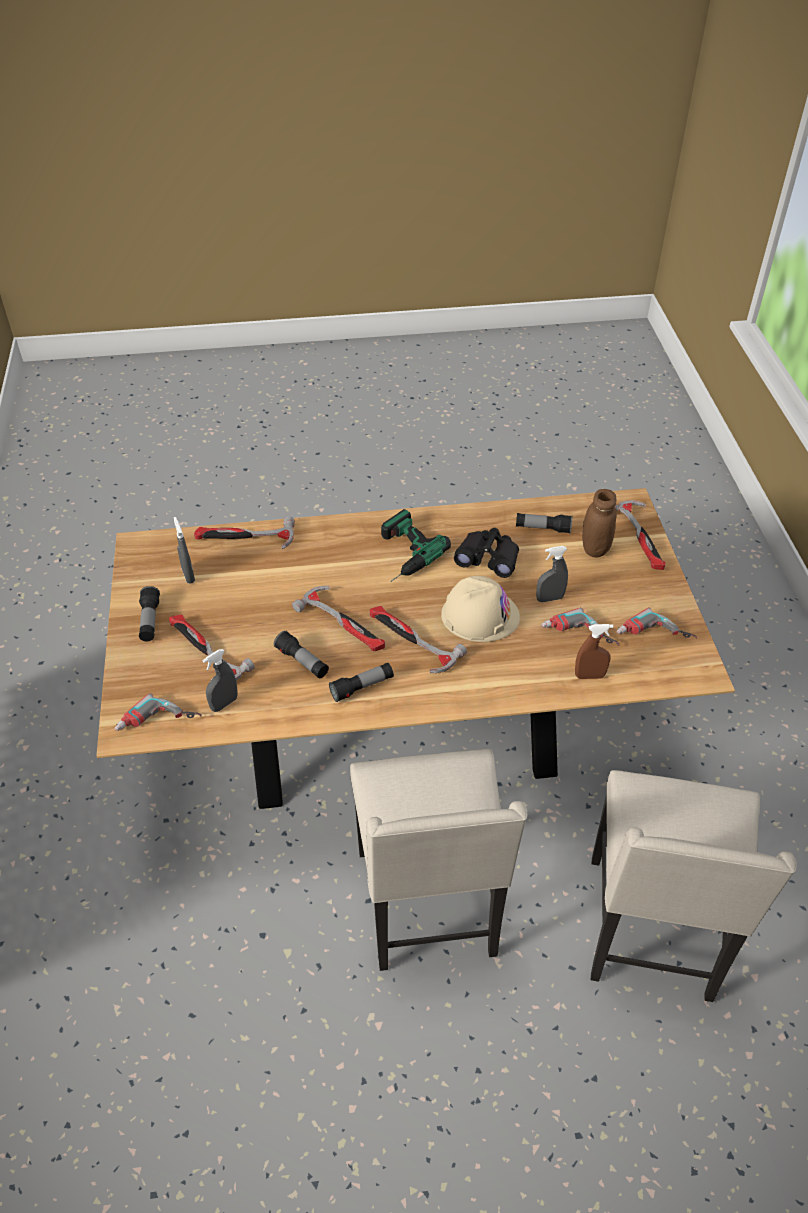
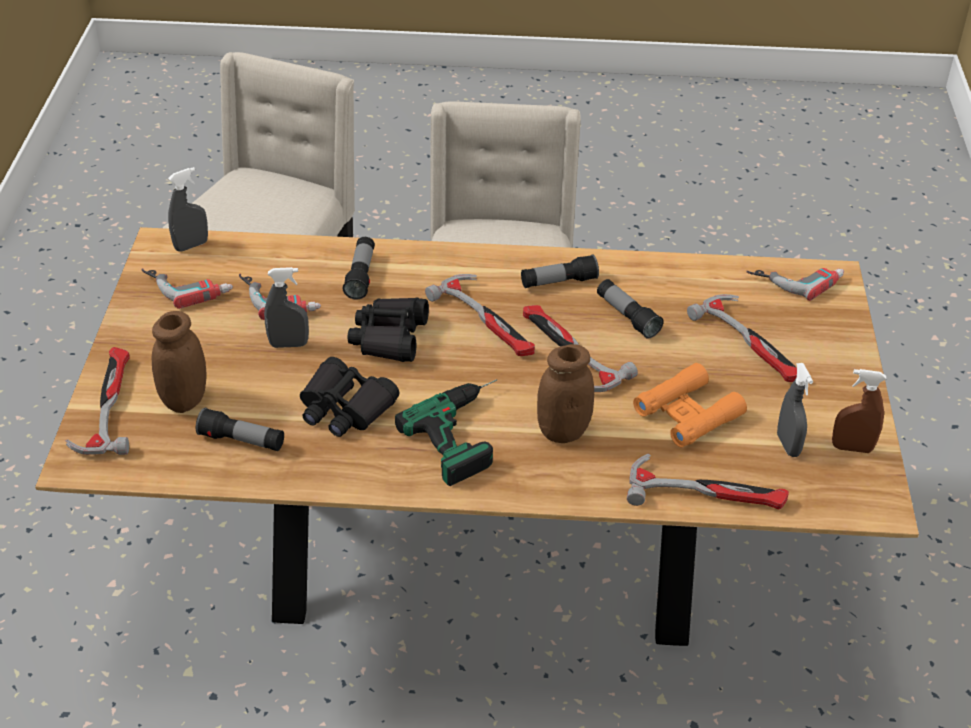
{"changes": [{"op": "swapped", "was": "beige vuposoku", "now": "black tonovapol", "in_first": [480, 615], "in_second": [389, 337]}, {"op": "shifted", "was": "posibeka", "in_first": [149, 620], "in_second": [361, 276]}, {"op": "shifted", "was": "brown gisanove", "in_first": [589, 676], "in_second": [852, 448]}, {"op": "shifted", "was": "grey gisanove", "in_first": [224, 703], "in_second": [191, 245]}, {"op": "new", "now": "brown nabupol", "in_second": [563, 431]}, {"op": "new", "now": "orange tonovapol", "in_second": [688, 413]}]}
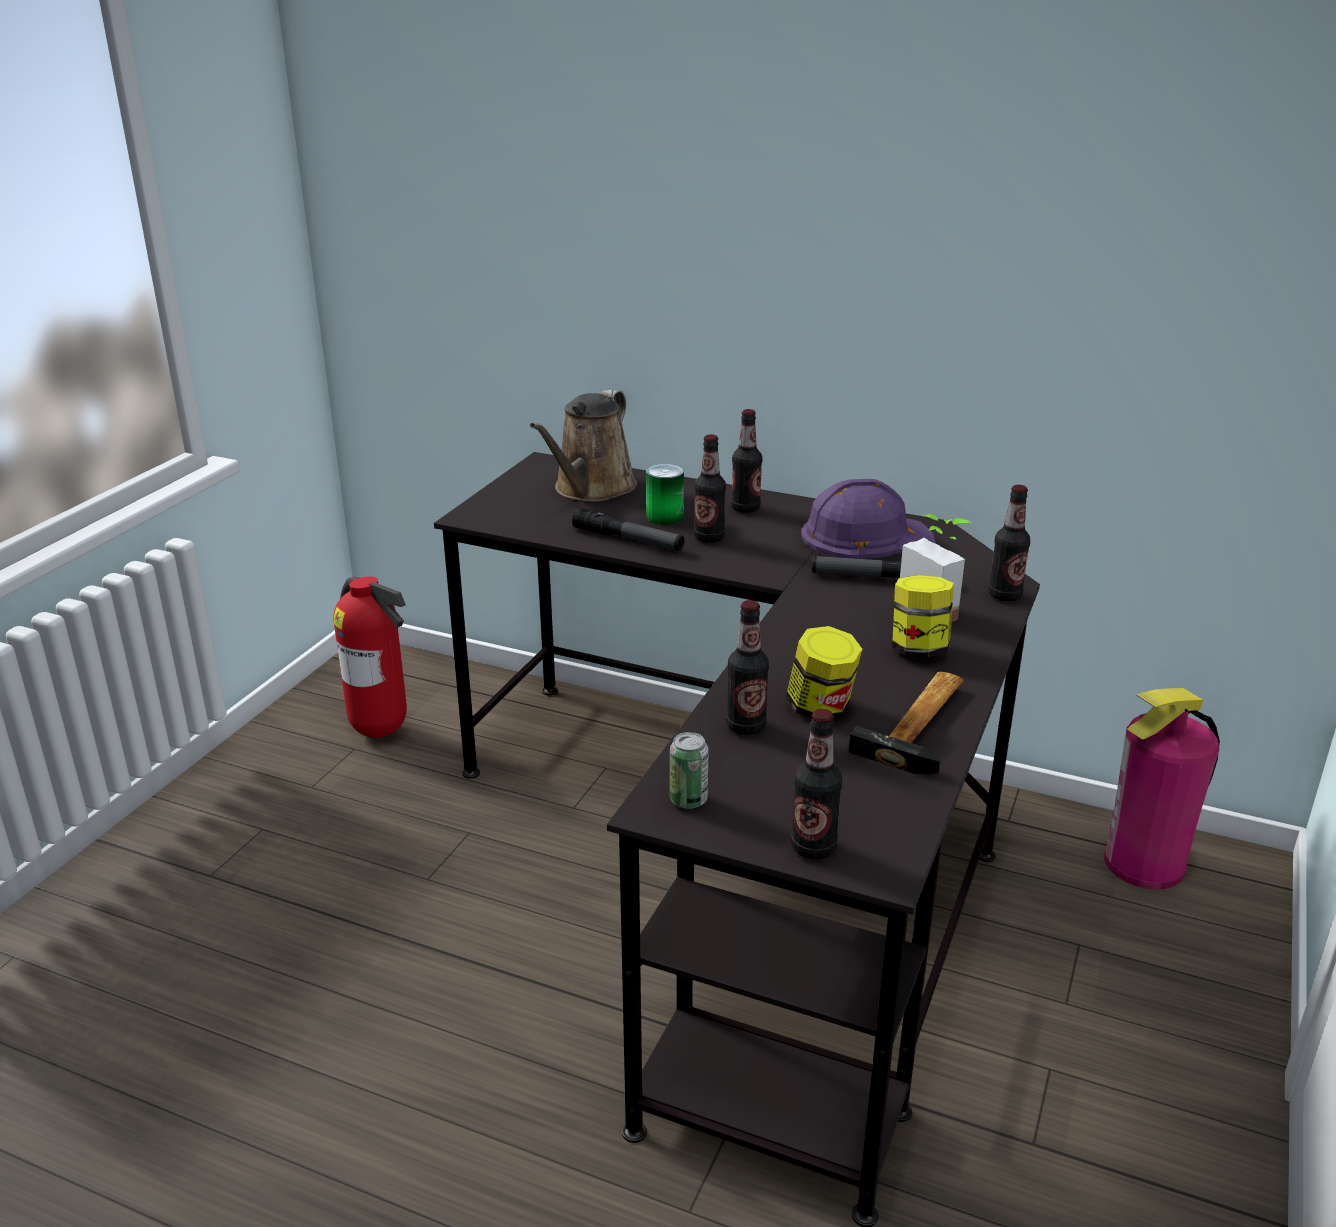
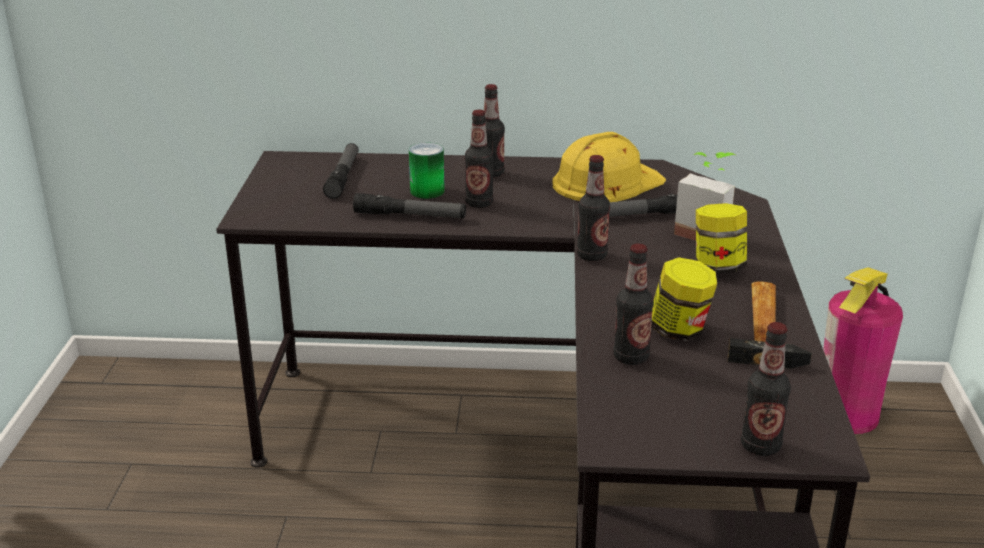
{"changes": [{"op": "swapped", "was": "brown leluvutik", "now": "posibeka", "in_first": [591, 489], "in_second": [343, 177]}, {"op": "repainted", "was": "purple vuposoku", "now": "yellow vuposoku", "in_first": [865, 536], "in_second": [606, 182]}, {"op": "shifted", "was": "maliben", "in_first": [1004, 595], "in_second": [591, 256]}, {"op": "gone", "was": "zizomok", "in_first": [381, 732]}, {"op": "gone", "was": "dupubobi", "in_first": [688, 800]}]}
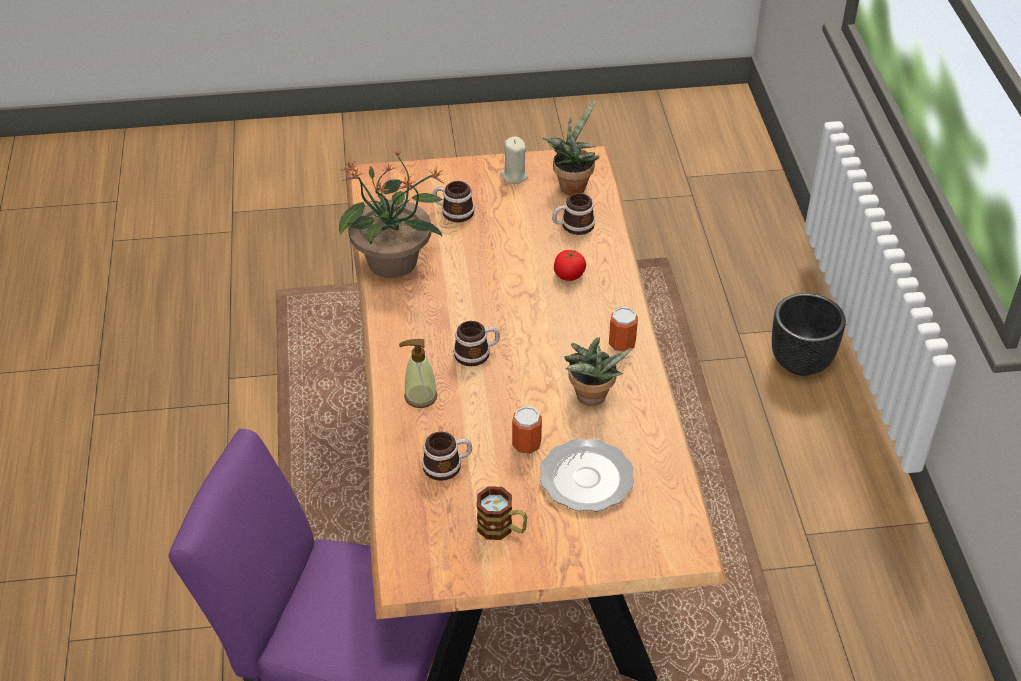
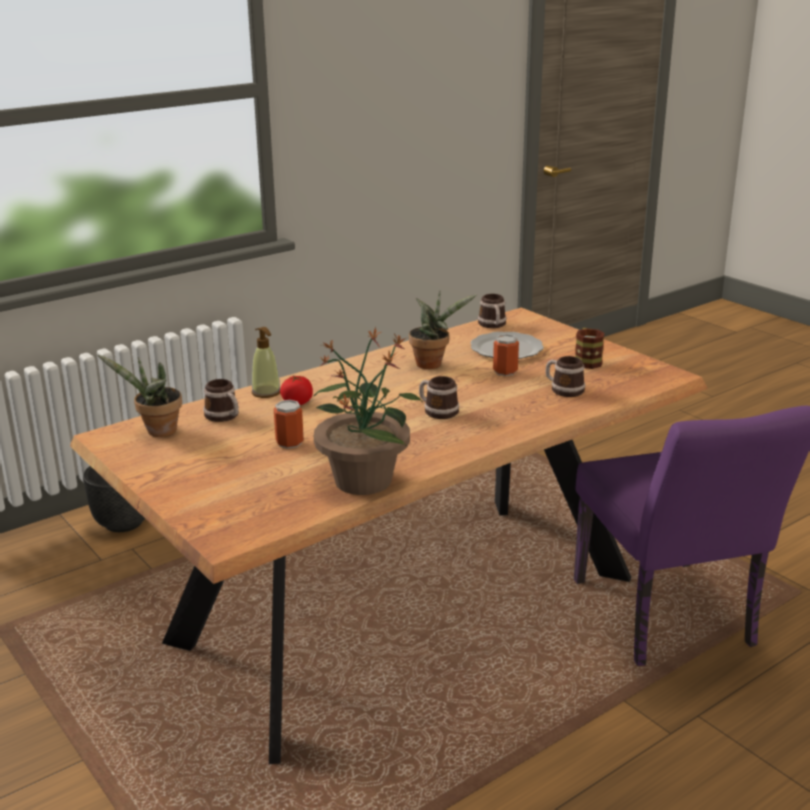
{"changes": [{"op": "gone", "was": "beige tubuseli", "in_first": [514, 176]}, {"op": "shifted", "was": "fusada", "in_first": [453, 212], "in_second": [493, 325]}, {"op": "shifted", "was": "dupubobi", "in_first": [622, 344], "in_second": [289, 442]}, {"op": "shifted", "was": "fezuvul", "in_first": [420, 396], "in_second": [266, 392]}]}
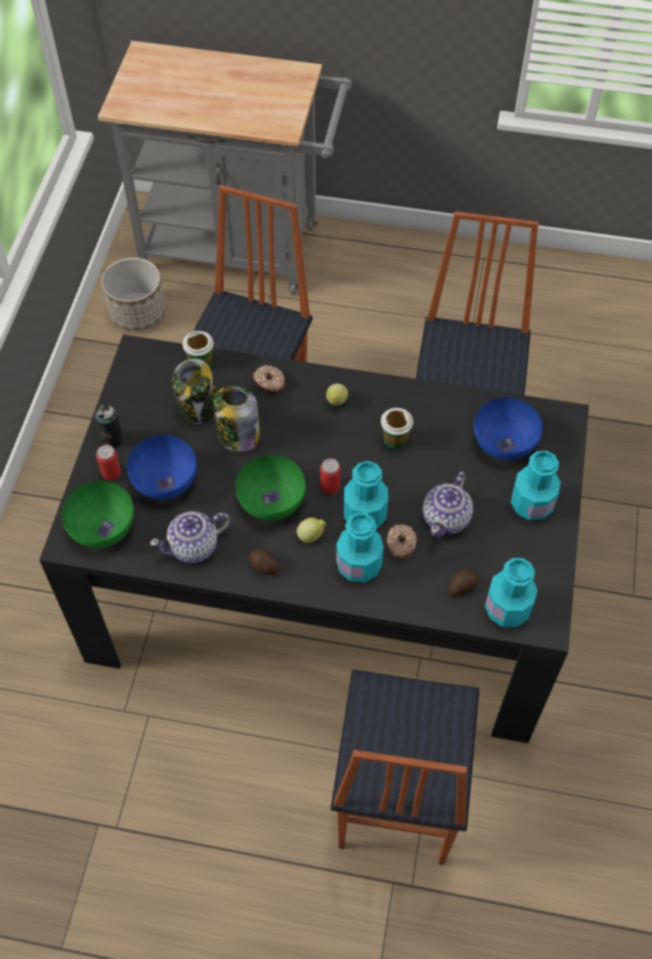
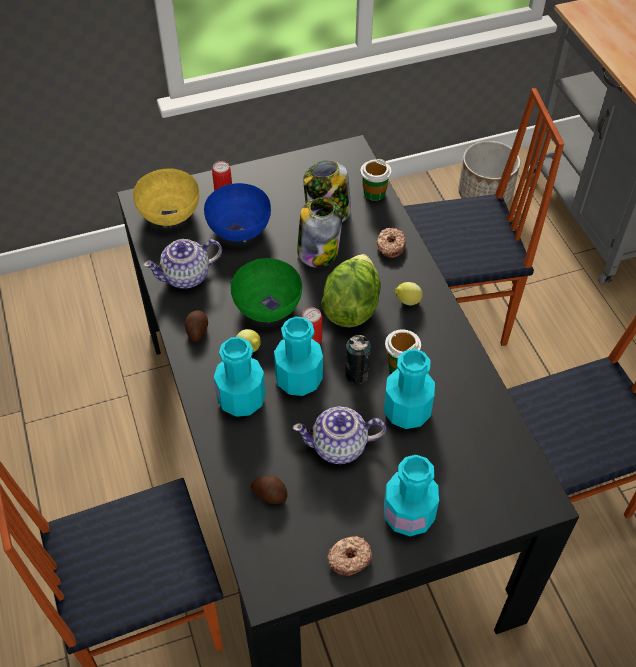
{"changes": [{"op": "gone", "was": "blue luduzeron", "in_first": [505, 441]}, {"op": "shifted", "was": "dupubobi", "in_first": [113, 439], "in_second": [357, 374]}, {"op": "repainted", "was": "green luduzeron", "now": "yellow luduzeron", "in_first": [102, 526], "in_second": [170, 212]}, {"op": "rotated", "was": "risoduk", "in_first": [194, 546], "in_second": [187, 276], "clockwise": -60}, {"op": "shifted", "was": "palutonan", "in_first": [400, 544], "in_second": [349, 558]}, {"op": "shifted", "was": "turquoise maliben", "in_first": [507, 609], "in_second": [407, 411]}, {"op": "new", "now": "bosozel", "in_second": [351, 307]}]}
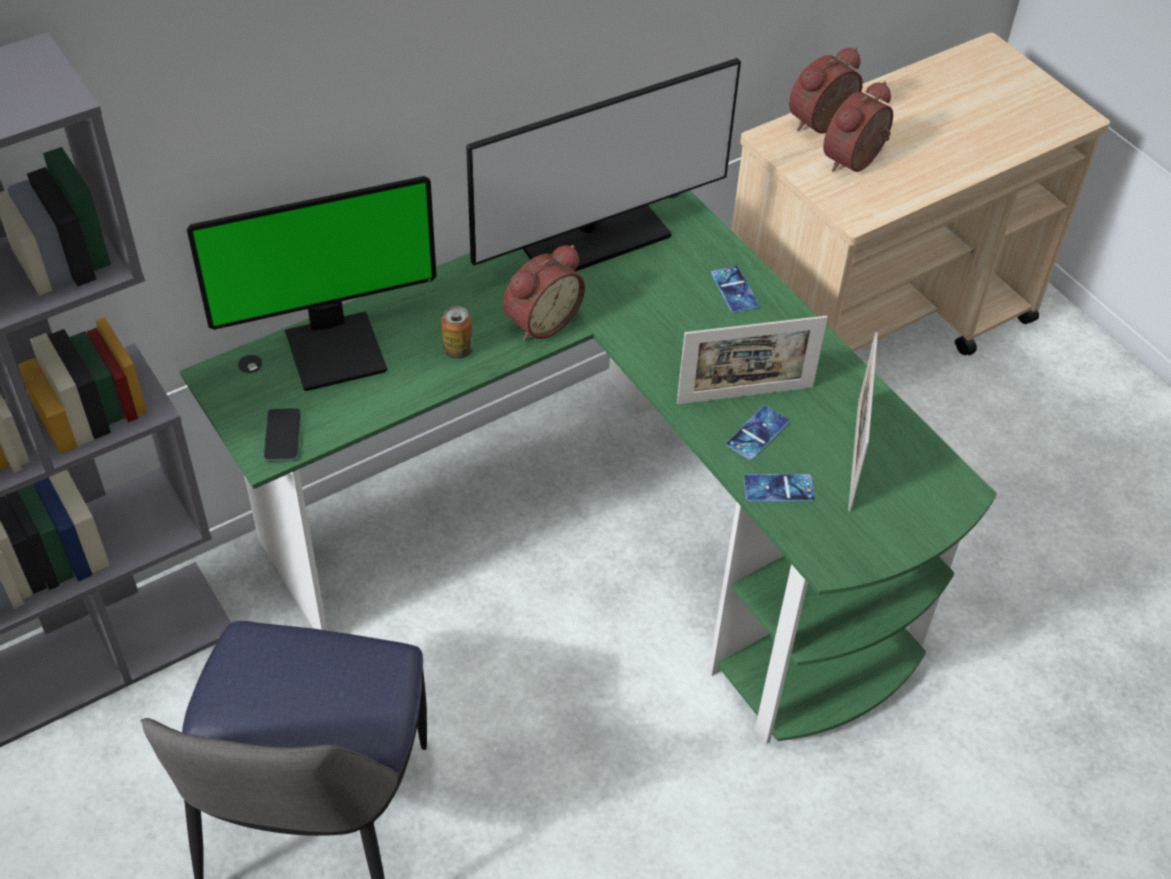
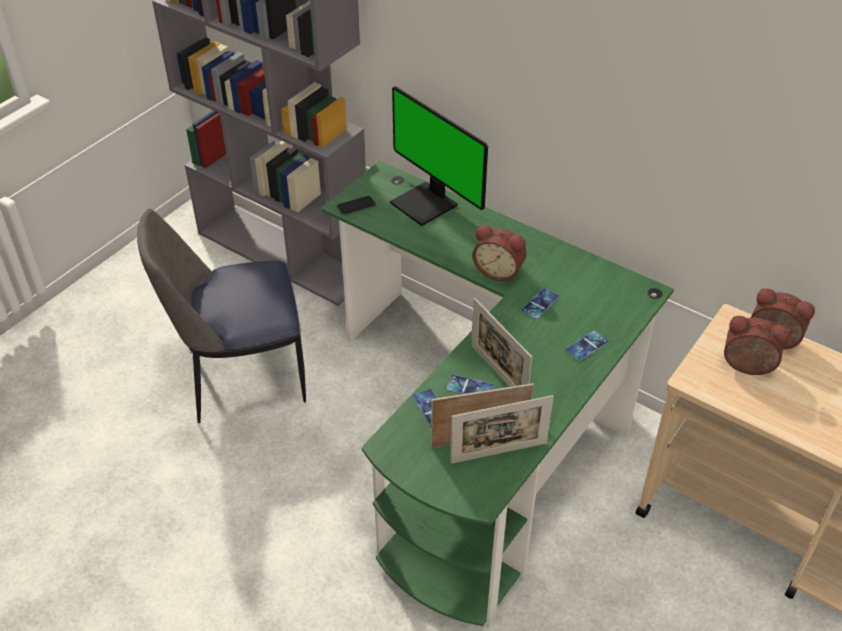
{"changes": [{"op": "gone", "was": "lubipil", "in_first": [594, 239]}, {"op": "gone", "was": "dupubobi", "in_first": [458, 350]}, {"op": "new", "now": "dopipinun", "in_second": [540, 303]}, {"op": "new", "now": "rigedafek", "in_second": [499, 453]}]}
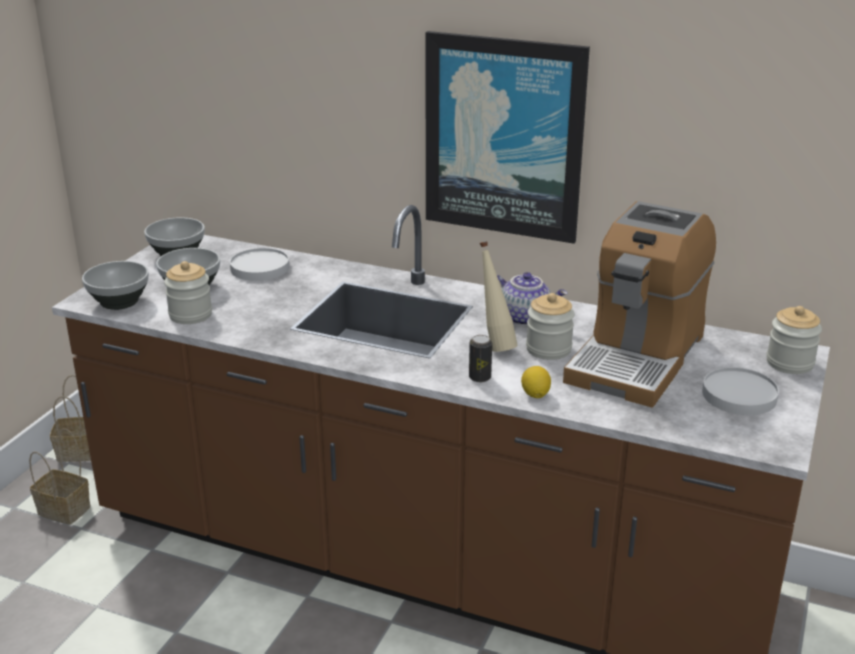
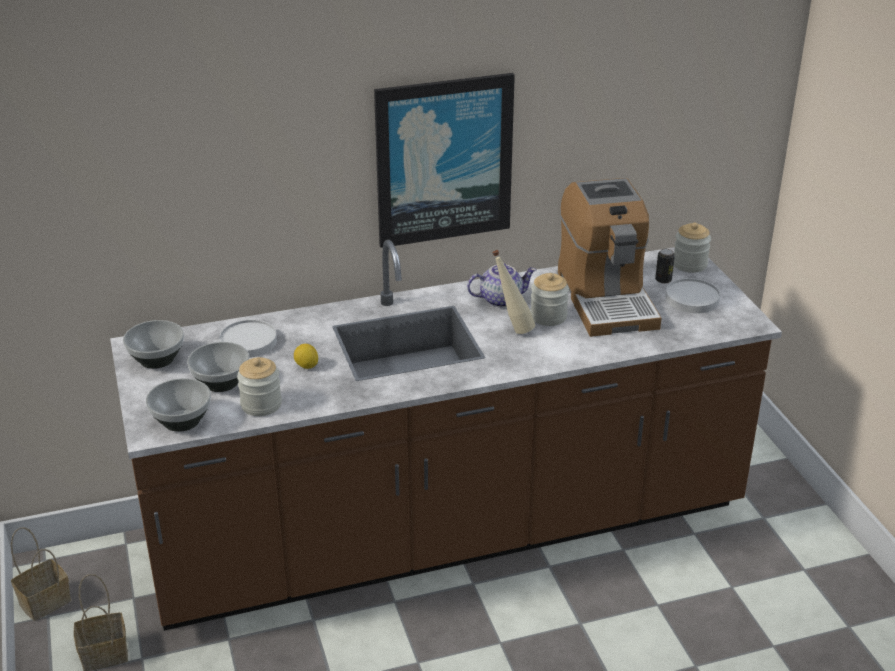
{"changes": [{"op": "shifted", "was": "dupubobi", "in_first": [480, 377], "in_second": [663, 280]}, {"op": "shifted", "was": "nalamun", "in_first": [535, 394], "in_second": [306, 366]}]}
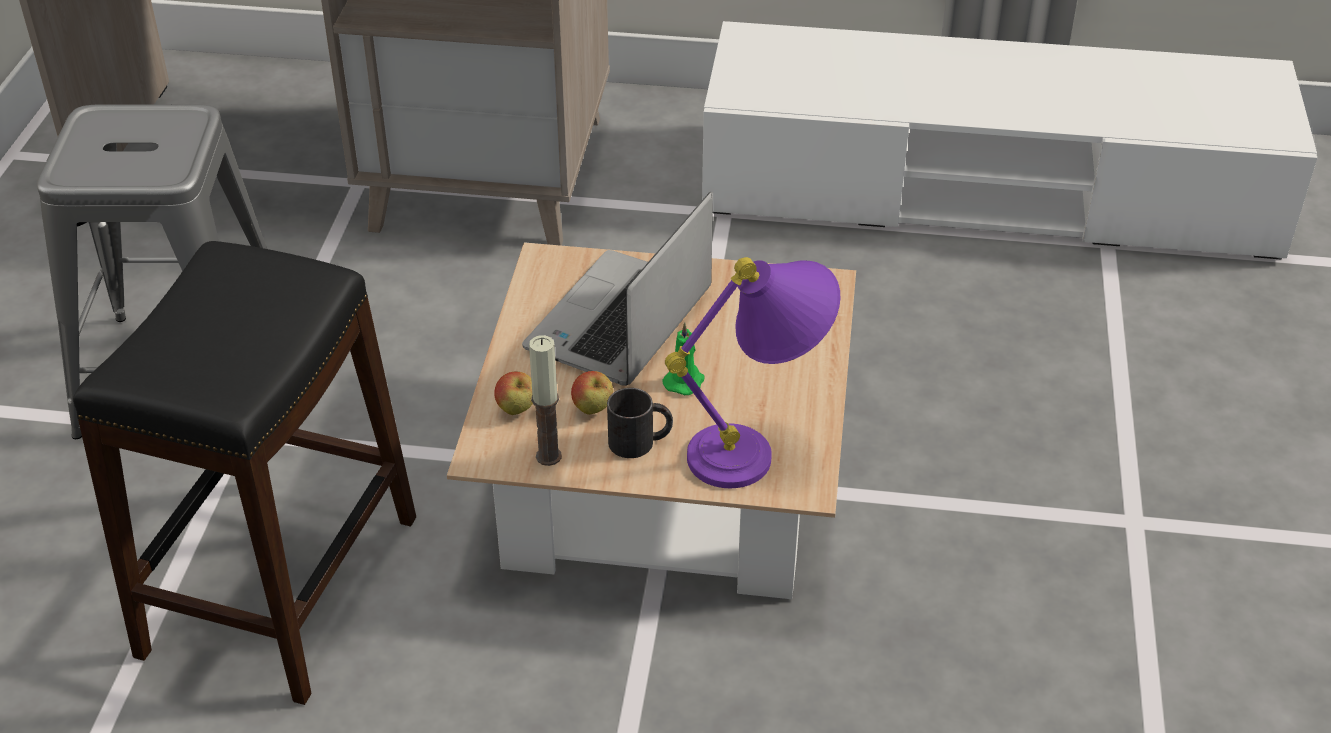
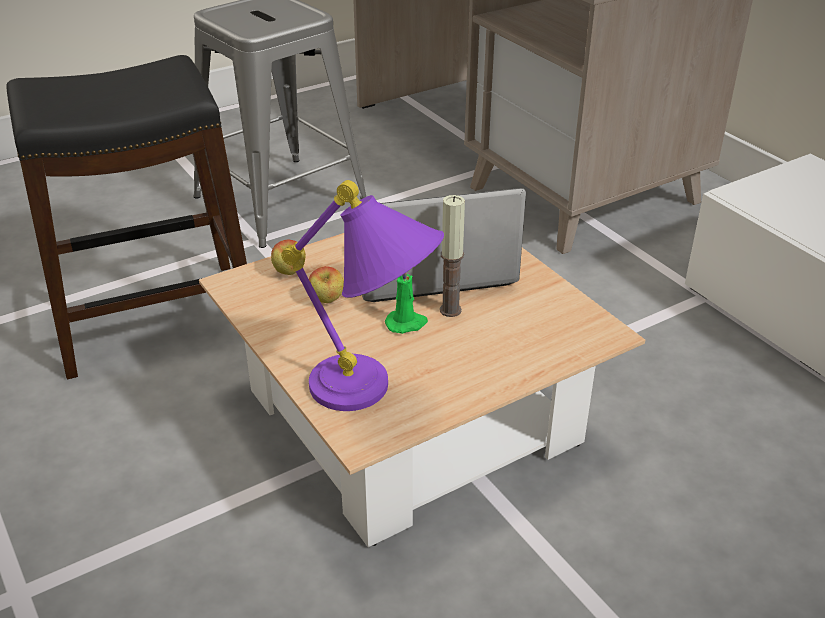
{"changes": [{"op": "shifted", "was": "tubuseli", "in_first": [548, 456], "in_second": [450, 310]}, {"op": "gone", "was": "black fusada", "in_first": [640, 442]}]}
